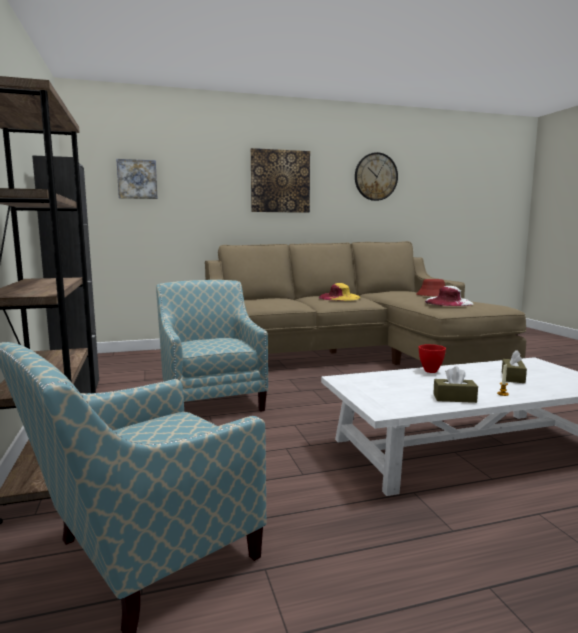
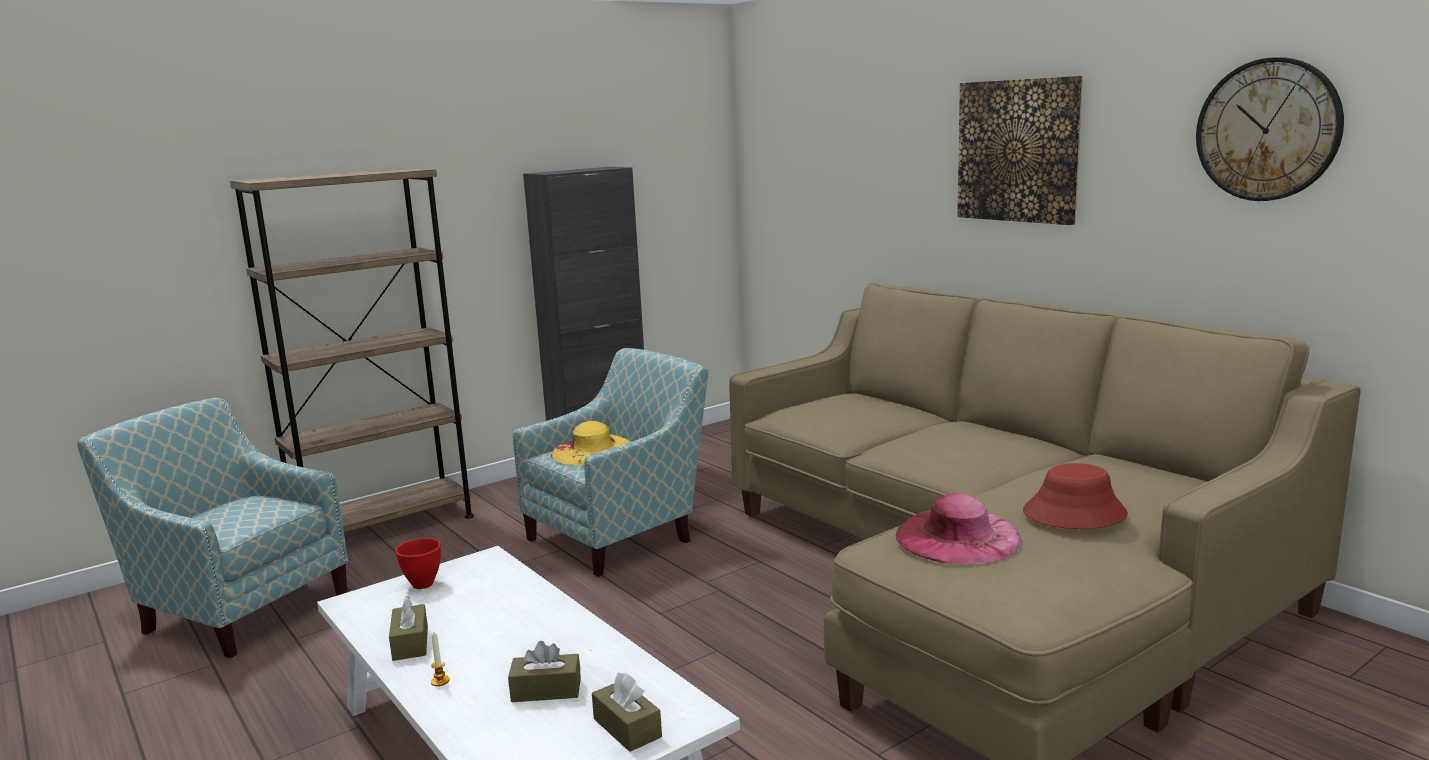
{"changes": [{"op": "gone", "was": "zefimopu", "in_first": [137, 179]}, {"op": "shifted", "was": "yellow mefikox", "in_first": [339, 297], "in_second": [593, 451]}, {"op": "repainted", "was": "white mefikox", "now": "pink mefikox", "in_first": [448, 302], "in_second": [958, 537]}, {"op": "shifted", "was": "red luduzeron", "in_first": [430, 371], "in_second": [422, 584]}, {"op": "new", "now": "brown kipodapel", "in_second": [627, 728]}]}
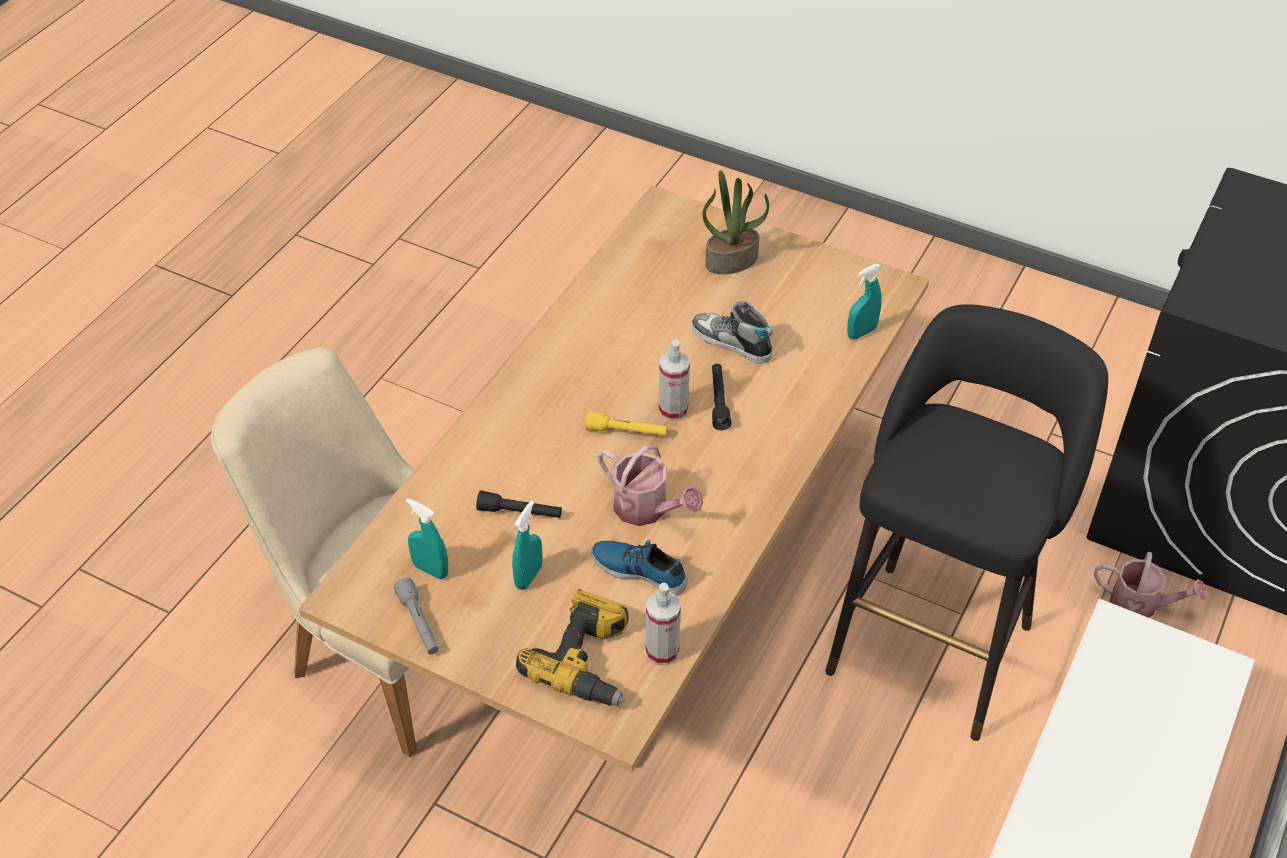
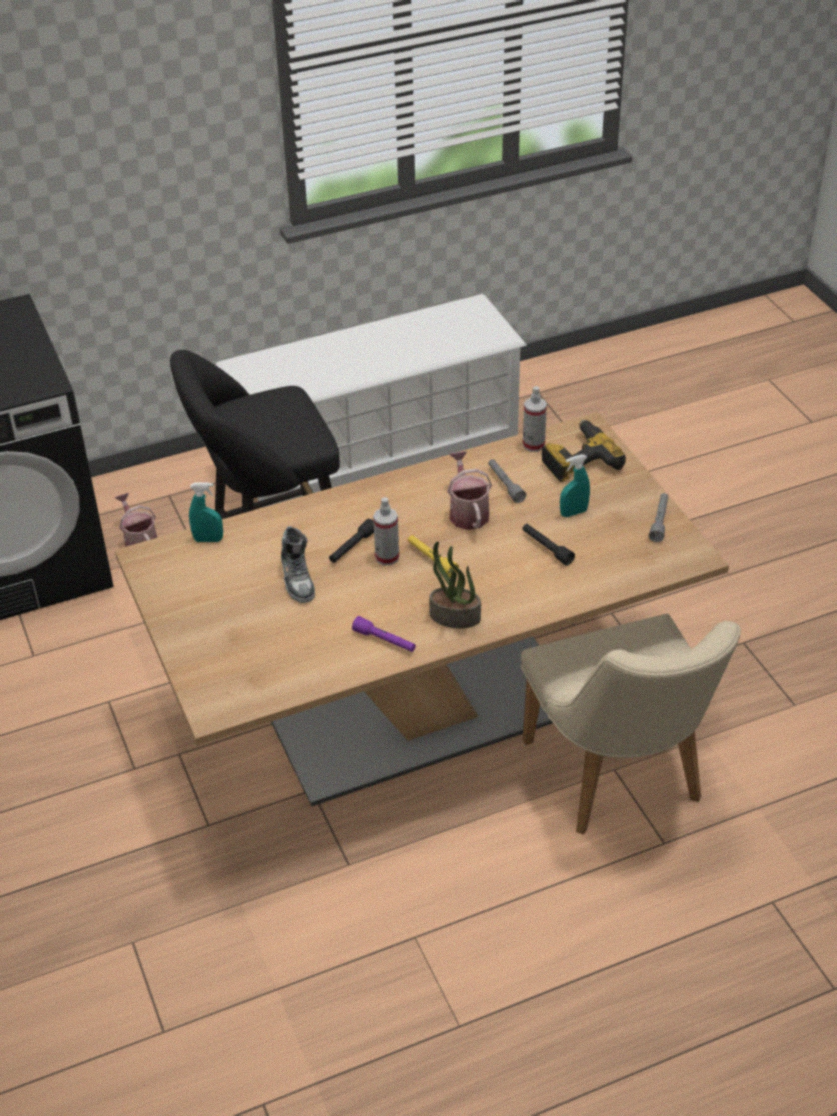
{"changes": [{"op": "shifted", "was": "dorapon", "in_first": [731, 260], "in_second": [454, 617]}, {"op": "gone", "was": "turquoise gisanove", "in_first": [430, 570]}, {"op": "swapped", "was": "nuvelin", "now": "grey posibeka", "in_first": [640, 570], "in_second": [505, 485]}, {"op": "new", "now": "purple posibeka", "in_second": [384, 641]}]}
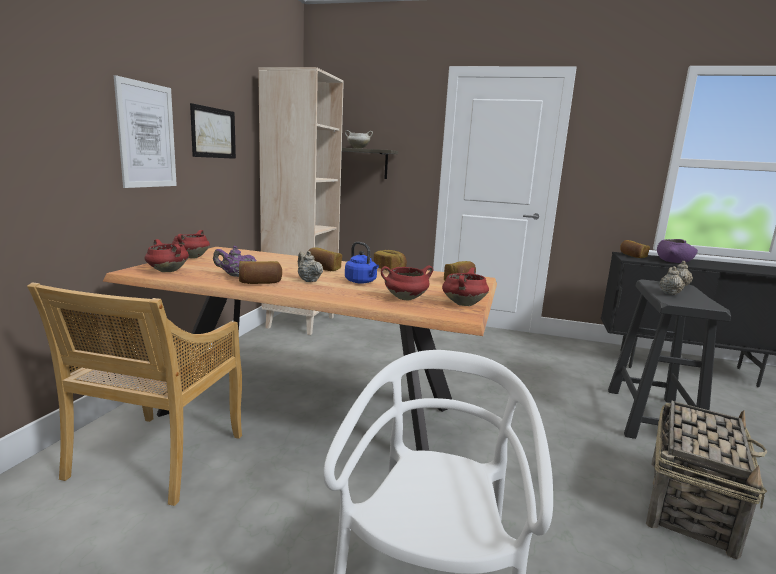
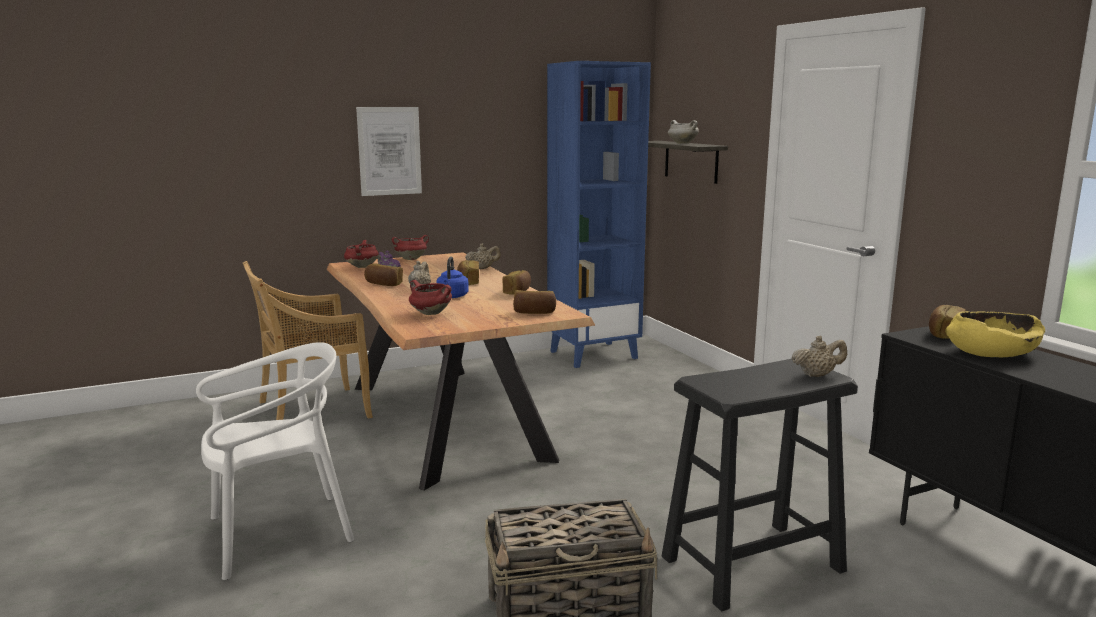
{"changes": [{"op": "repainted", "was": "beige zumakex", "now": "blue zumakex", "in_first": [300, 322], "in_second": [593, 354]}, {"op": "gone", "was": "zefimopu", "in_first": [213, 133]}, {"op": "repainted", "was": "purple luduzeron", "now": "yellow luduzeron", "in_first": [674, 261], "in_second": [991, 352]}, {"op": "shifted", "was": "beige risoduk", "in_first": [669, 293], "in_second": [483, 268]}, {"op": "gone", "was": "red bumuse", "in_first": [463, 304]}]}
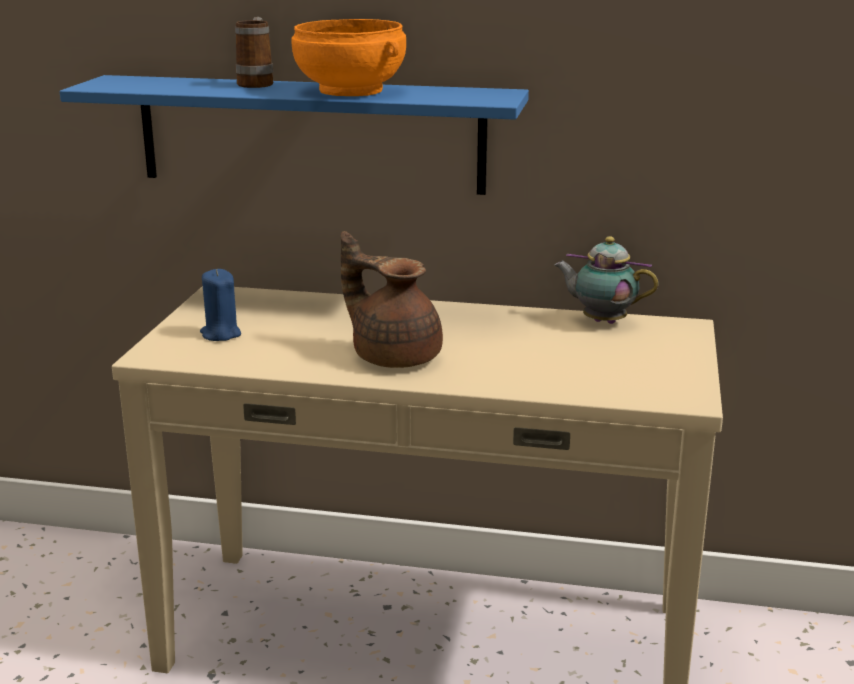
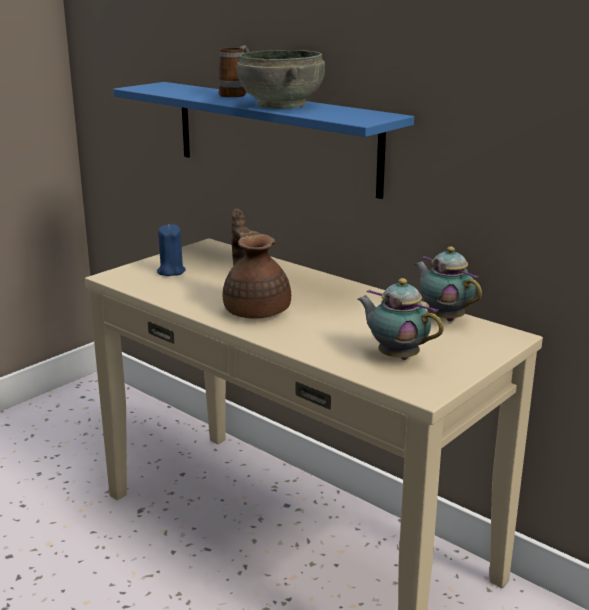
{"changes": [{"op": "repainted", "was": "orange luduzeron", "now": "grey luduzeron", "in_first": [352, 90], "in_second": [282, 104]}, {"op": "new", "now": "risoduk", "in_second": [396, 356]}]}
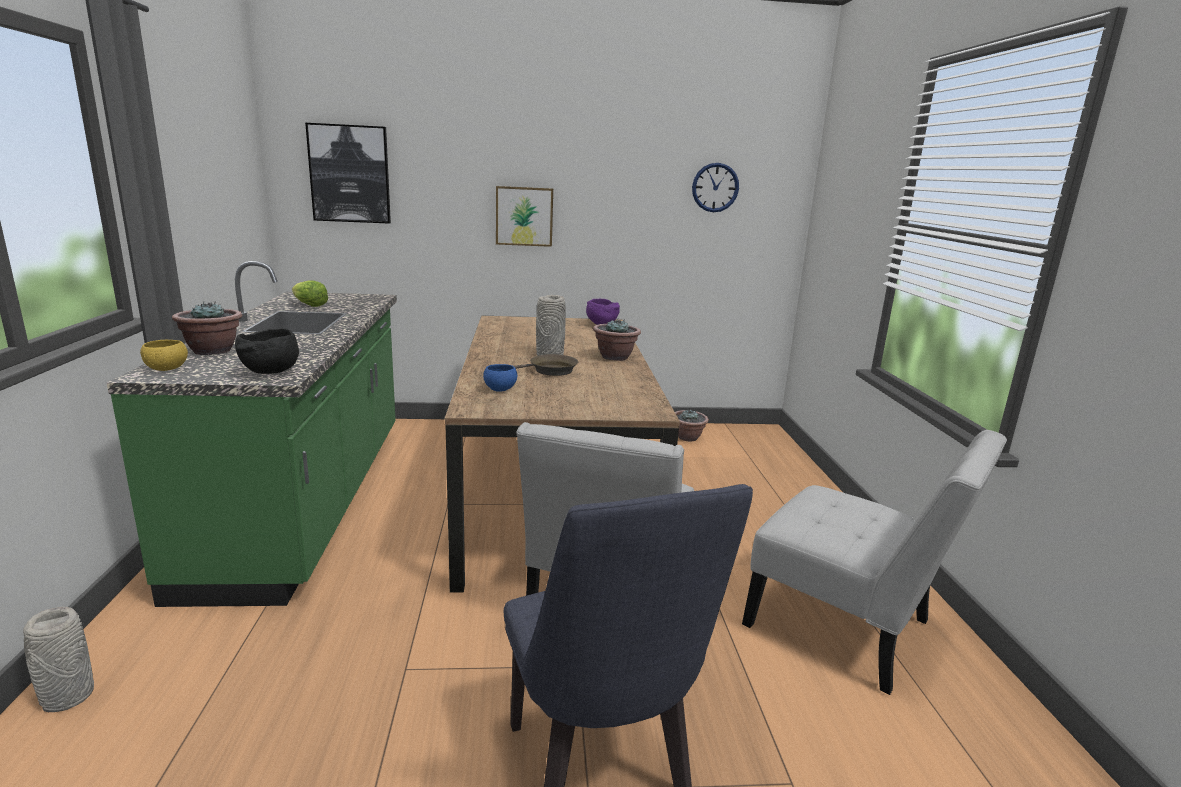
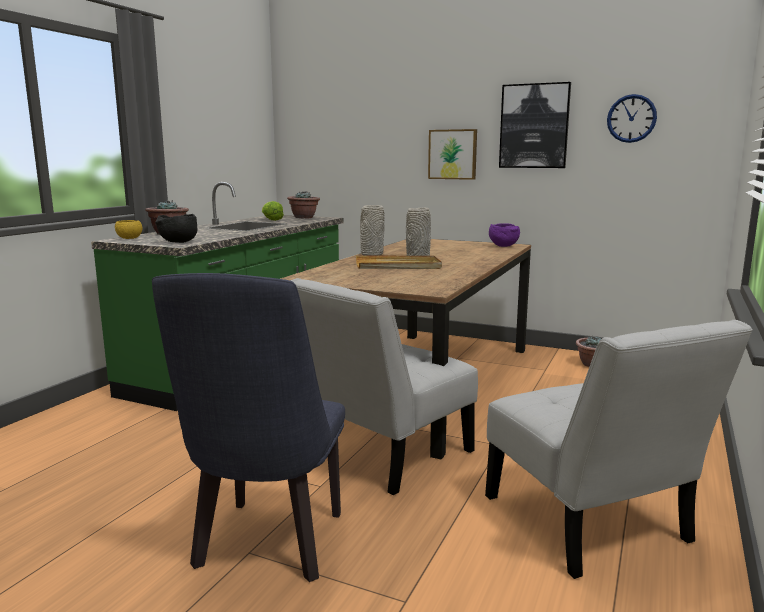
{"changes": [{"op": "shifted", "was": "zefimopu", "in_first": [350, 174], "in_second": [534, 126]}, {"op": "shifted", "was": "dorapon", "in_first": [615, 357], "in_second": [304, 217]}, {"op": "swapped", "was": "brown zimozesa", "now": "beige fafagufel", "in_first": [549, 371], "in_second": [398, 266]}, {"op": "gone", "was": "blue luduzeron", "in_first": [500, 389]}, {"op": "shifted", "was": "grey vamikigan", "in_first": [66, 697], "in_second": [371, 254]}]}
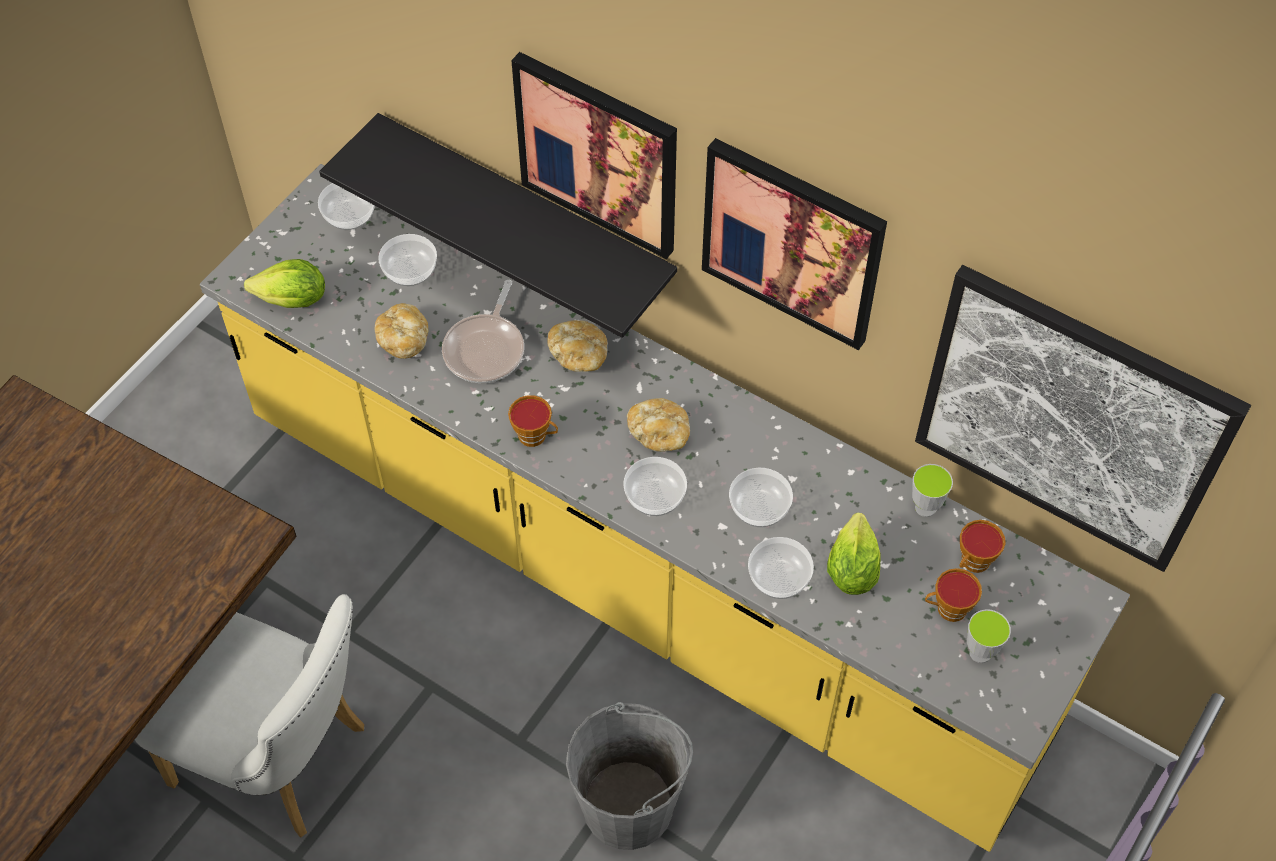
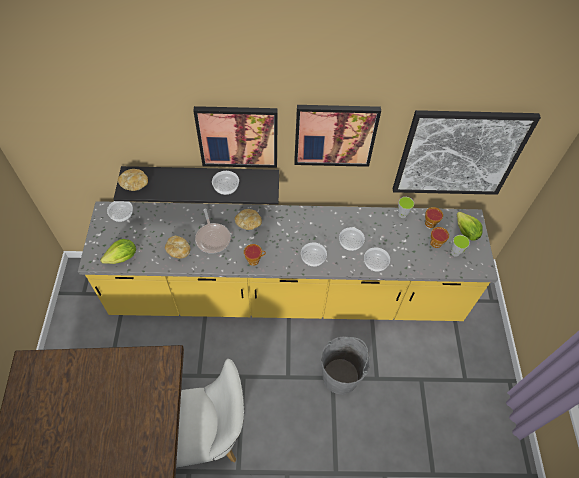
{"changes": [{"op": "shifted", "was": "luduzeron", "in_first": [409, 271], "in_second": [225, 188]}, {"op": "shifted", "was": "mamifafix", "in_first": [659, 433], "in_second": [135, 184]}, {"op": "shifted", "was": "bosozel", "in_first": [851, 570], "in_second": [465, 232]}]}
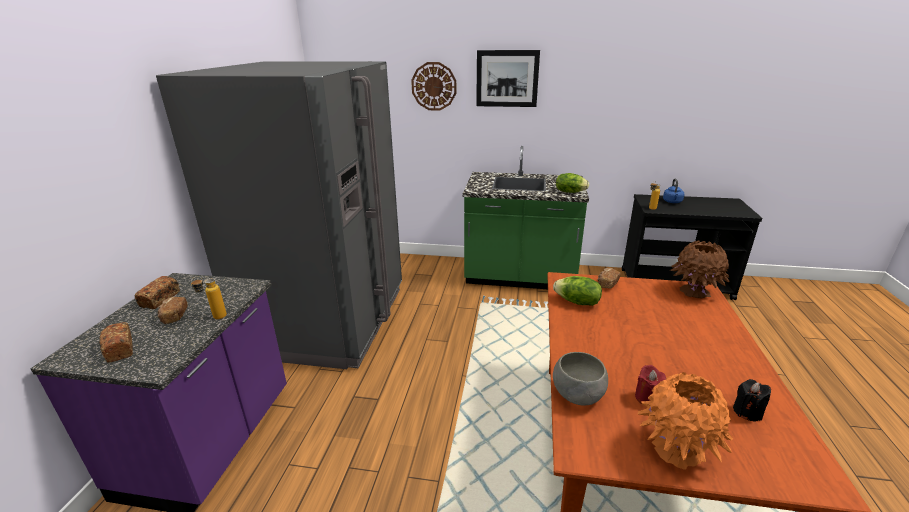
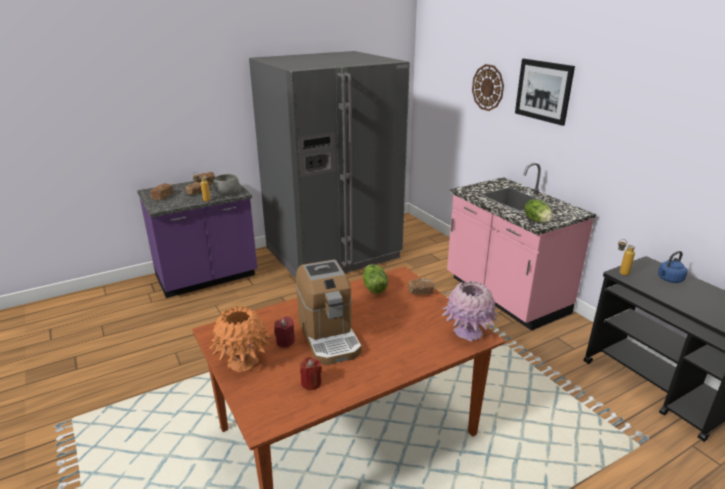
{"changes": [{"op": "repainted", "was": "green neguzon", "now": "pink neguzon", "in_first": [520, 277], "in_second": [504, 296]}, {"op": "repainted", "was": "brown vamikigan", "now": "pink vamikigan", "in_first": [694, 292], "in_second": [468, 332]}, {"op": "shifted", "was": "grey luduzeron", "in_first": [577, 393], "in_second": [227, 193]}, {"op": "repainted", "was": "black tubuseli", "now": "red tubuseli", "in_first": [747, 412], "in_second": [311, 383]}, {"op": "new", "now": "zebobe", "in_second": [329, 336]}]}
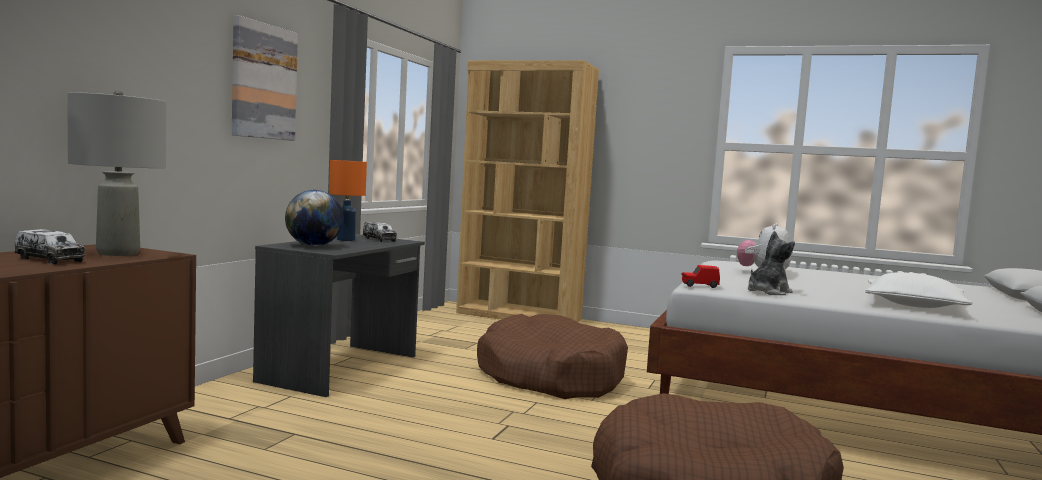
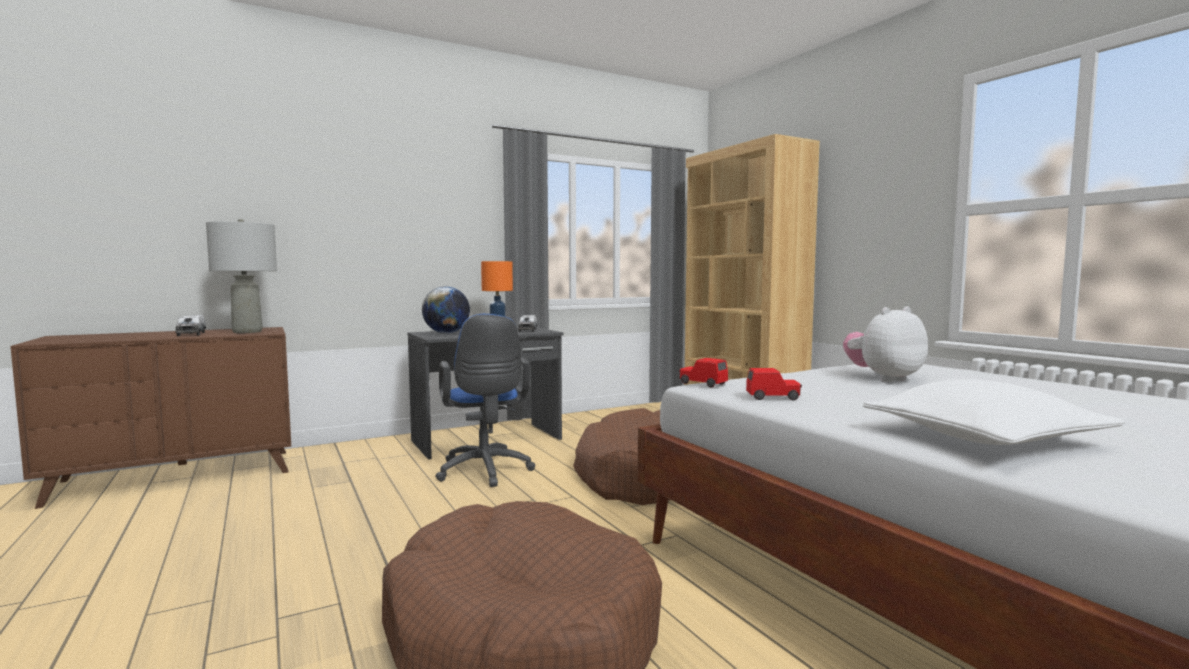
{"changes": [{"op": "gone", "was": "zefimopu", "in_first": [263, 81]}, {"op": "swapped", "was": "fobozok", "now": "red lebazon", "in_first": [767, 292], "in_second": [773, 397]}, {"op": "new", "now": "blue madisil", "in_second": [485, 472]}]}
